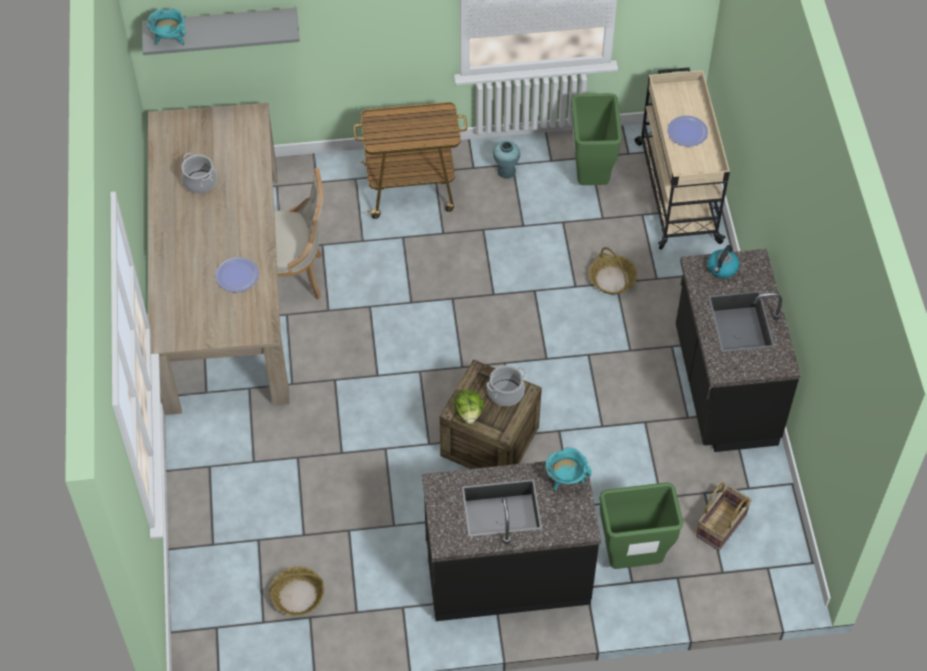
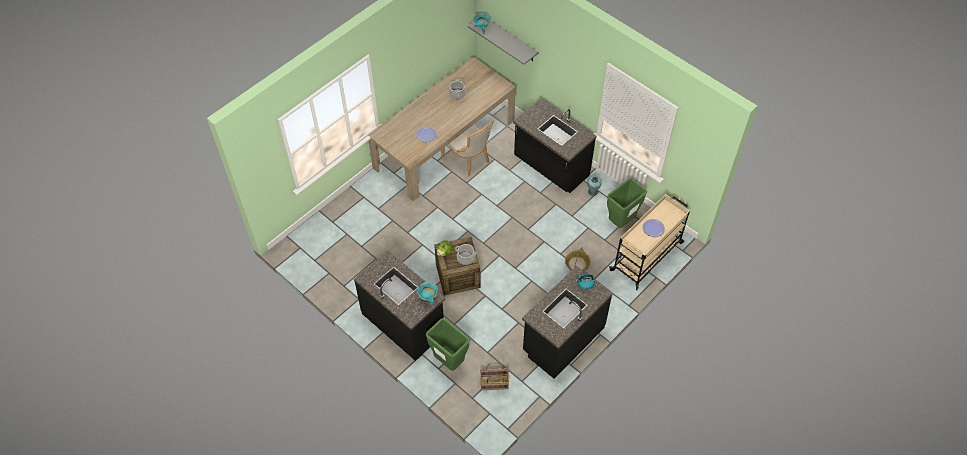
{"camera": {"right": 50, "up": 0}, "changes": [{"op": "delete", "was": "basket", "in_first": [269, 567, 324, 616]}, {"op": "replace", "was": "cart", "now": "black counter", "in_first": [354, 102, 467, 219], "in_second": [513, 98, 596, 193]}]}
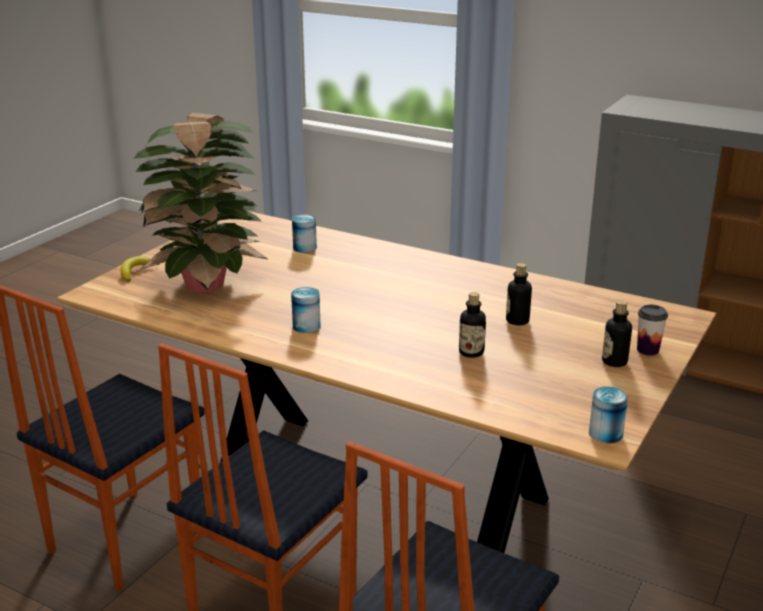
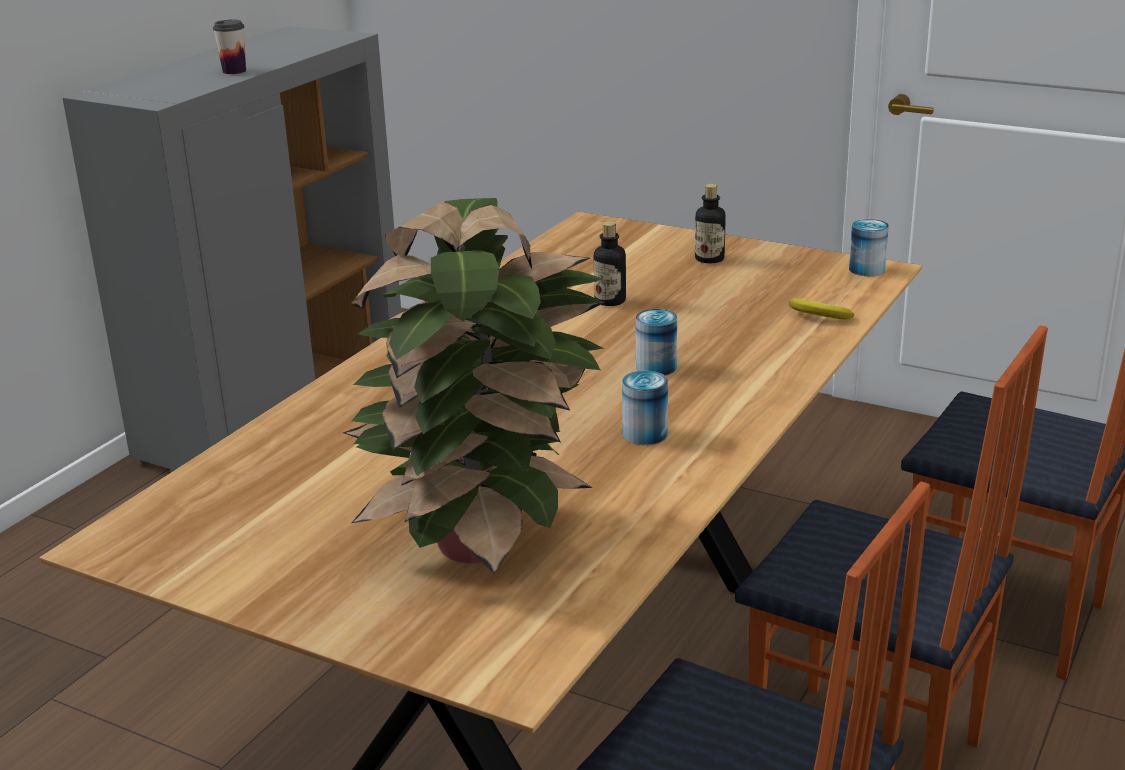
{"camera": {"right": -90, "up": 0}, "changes": [{"op": "move", "was": "banana", "in_first": [120, 256, 160, 282], "in_second": [789, 298, 854, 319]}, {"op": "move", "was": "can", "in_first": [292, 215, 317, 253], "in_second": [636, 309, 677, 375]}, {"op": "delete", "was": "bottle", "in_first": [459, 292, 486, 358]}, {"op": "move", "was": "cup", "in_first": [637, 304, 668, 356], "in_second": [213, 19, 246, 74]}]}
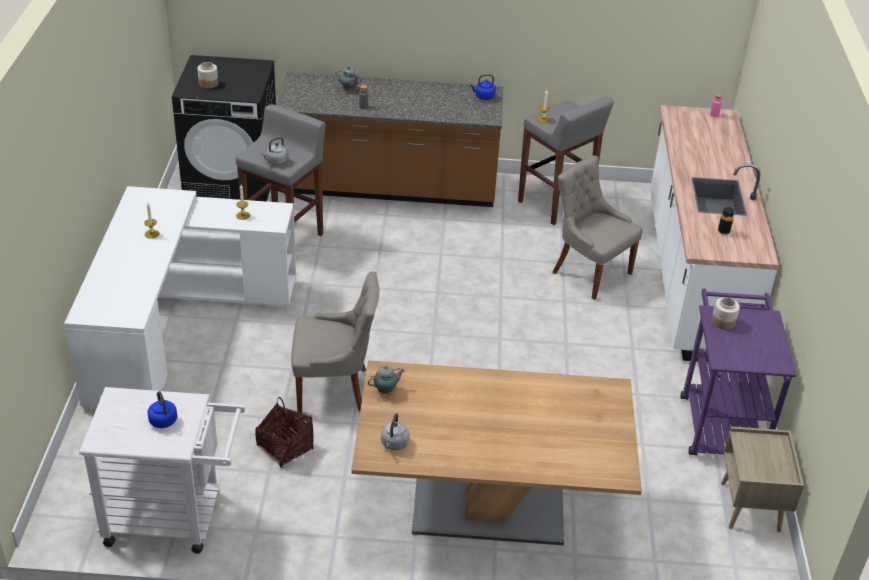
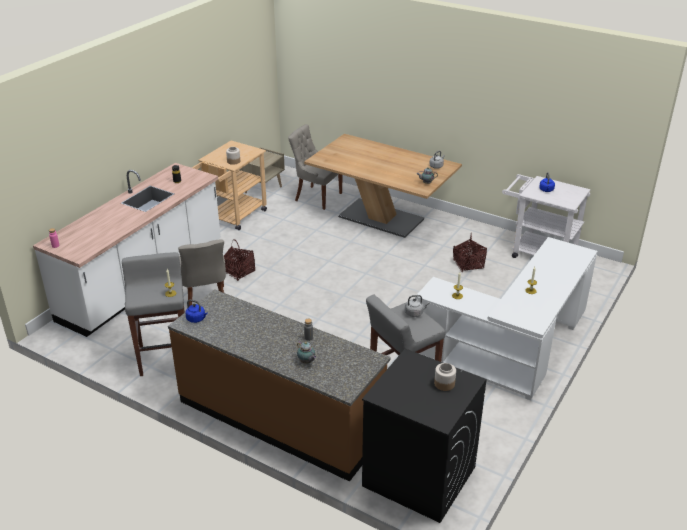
{"camera": {"right": -150, "up": -5}, "changes": [{"op": "move", "was": "grey chair", "in_first": [291, 272, 379, 413], "in_second": [288, 124, 343, 210]}, {"op": "recolor", "was": "purple cart", "now": "beige cart", "in_first": [680, 288, 796, 456], "in_second": [192, 140, 267, 230]}, {"op": "insert", "now": "basket", "in_second": [224, 239, 255, 281]}]}
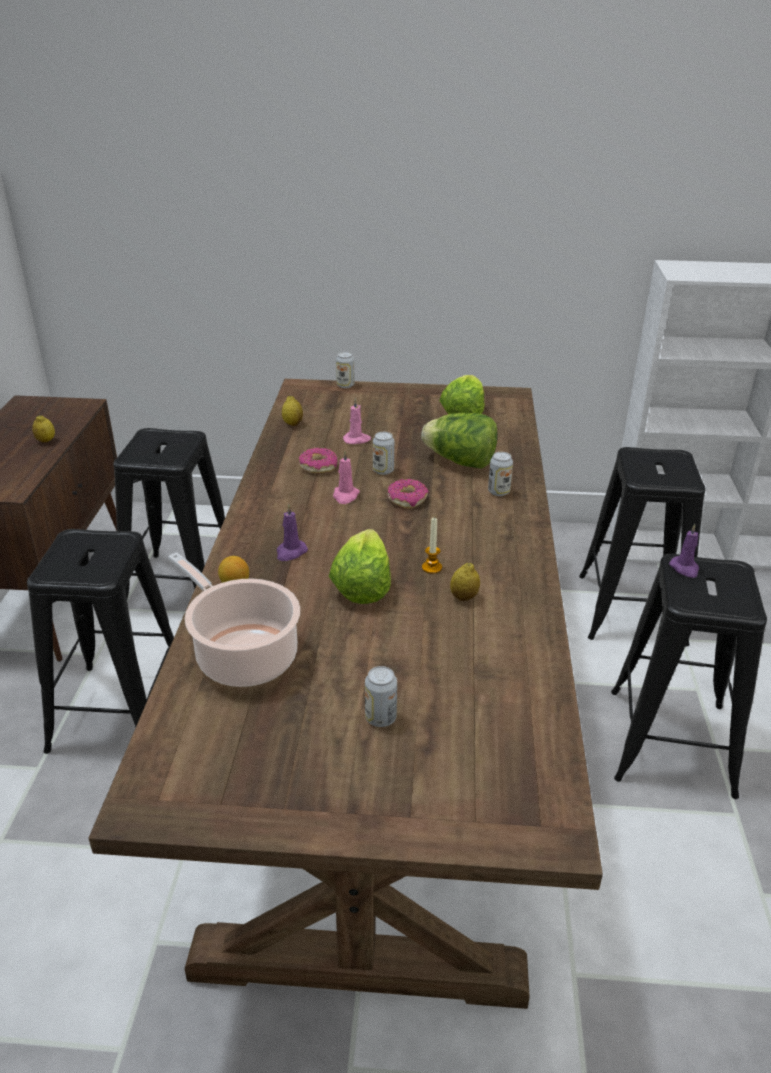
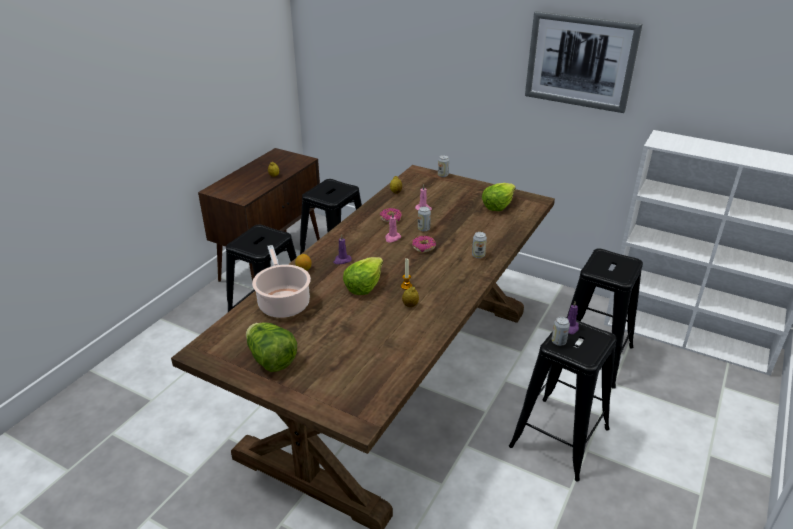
{"camera": {"right": 25, "up": 0}, "changes": [{"op": "move", "was": "can", "in_first": [365, 666, 397, 727], "in_second": [552, 317, 570, 346]}, {"op": "move", "was": "lettuce", "in_first": [421, 413, 498, 469], "in_second": [246, 322, 297, 372]}, {"op": "insert", "now": "picture", "in_second": [525, 11, 642, 113]}]}
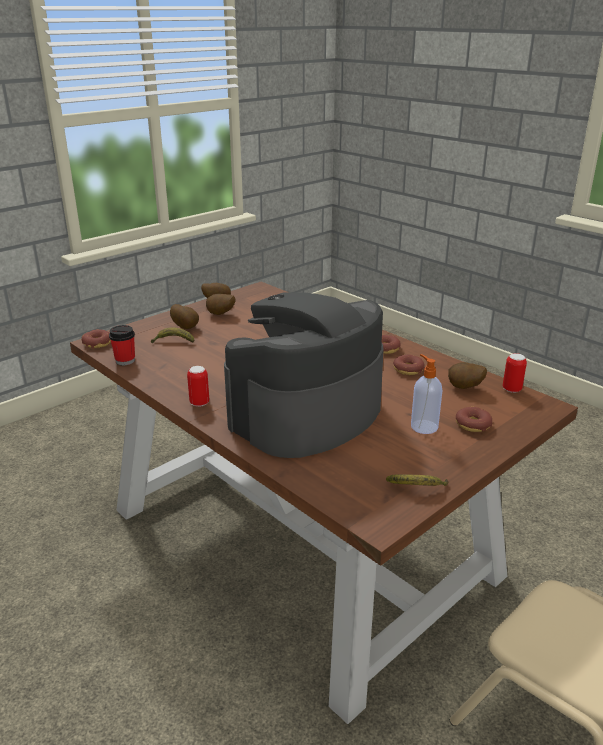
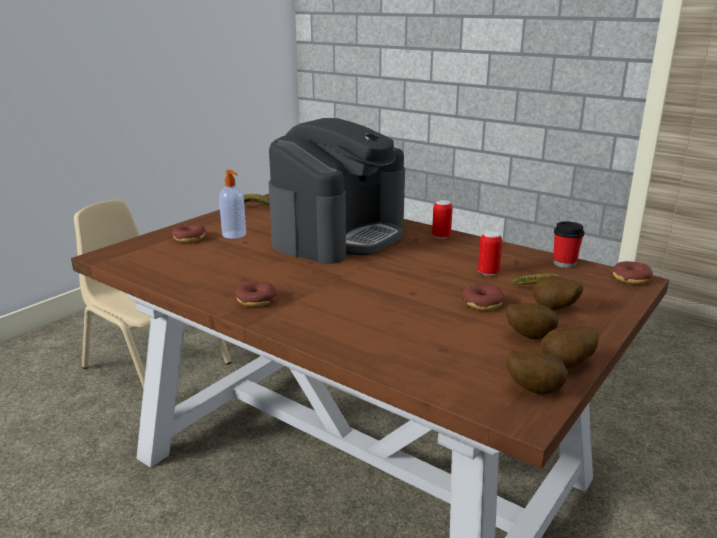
{"camera": {"right": 170, "up": -5}, "changes": [{"op": "move", "was": "donut", "in_first": [393, 354, 425, 375], "in_second": [462, 284, 505, 311]}, {"op": "move", "was": "potato", "in_first": [448, 362, 487, 389], "in_second": [506, 350, 568, 394]}, {"op": "move", "was": "can", "in_first": [503, 353, 527, 393], "in_second": [478, 231, 502, 276]}]}
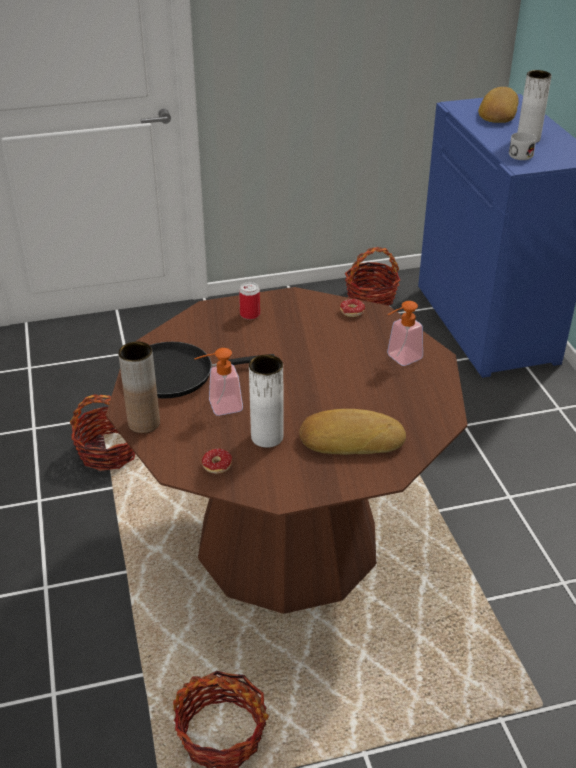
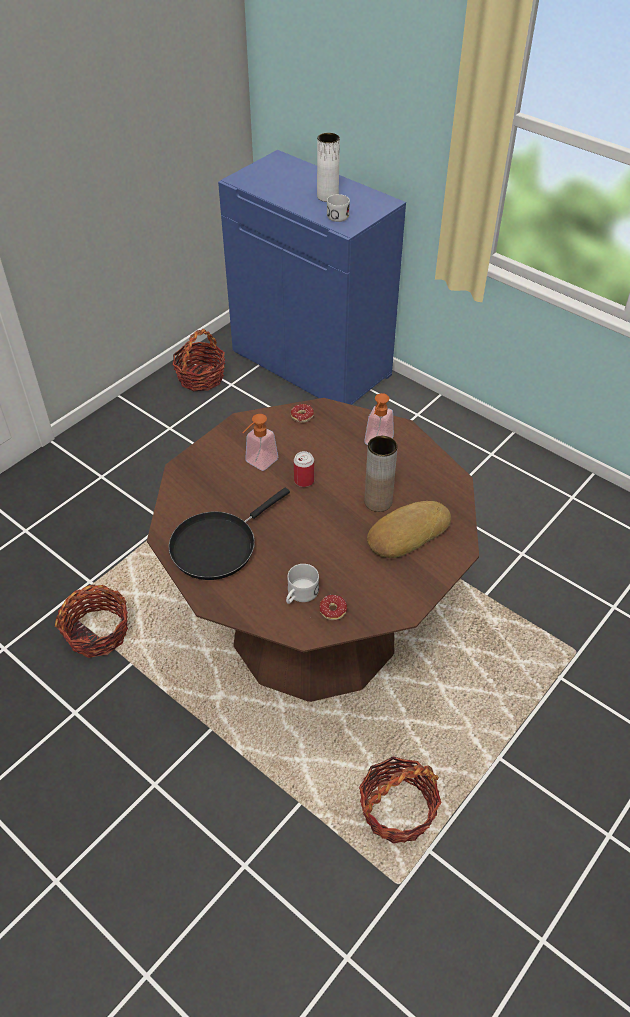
{"camera": {"right": -35, "up": 10}, "changes": [{"op": "move", "was": "brown vase", "in_first": [118, 342, 160, 433], "in_second": [364, 436, 398, 512]}, {"op": "move", "was": "soap dispenser", "in_first": [194, 348, 243, 416], "in_second": [242, 414, 278, 471]}, {"op": "move", "was": "can", "in_first": [239, 282, 260, 320], "in_second": [294, 451, 314, 487]}, {"op": "delete", "was": "white vase", "in_first": [249, 355, 284, 448]}, {"op": "delete", "was": "bread", "in_first": [478, 87, 519, 123]}, {"op": "insert", "now": "white mug", "in_second": [286, 564, 319, 604]}]}
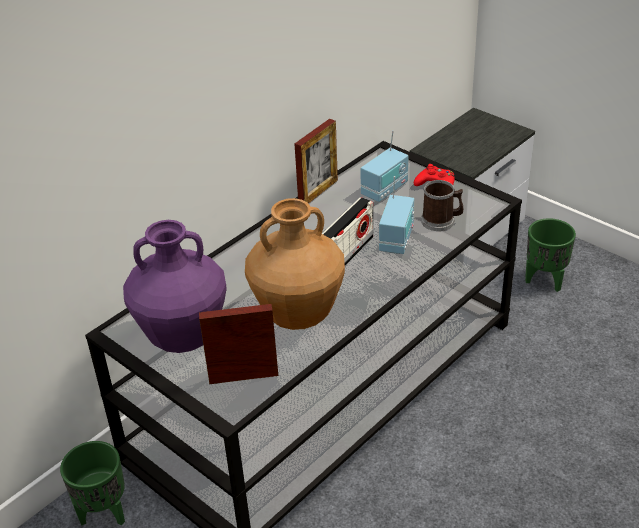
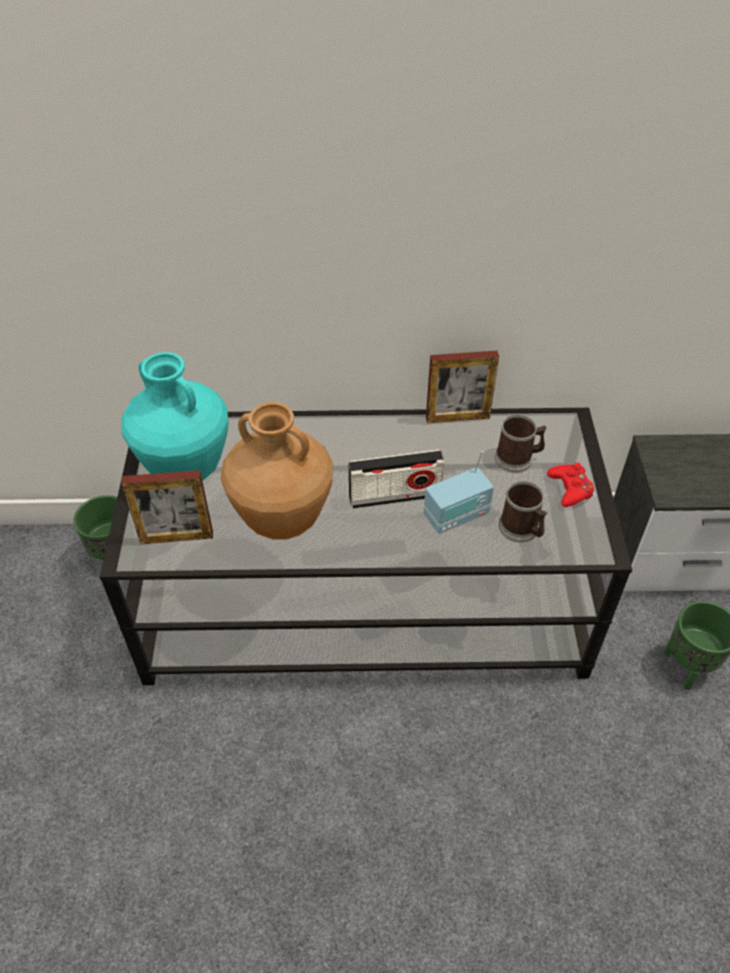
{"camera": {"right": 45, "up": 10}, "changes": [{"op": "recolor", "was": "purple vase", "now": "turquoise vase", "in_first": [123, 220, 227, 353], "in_second": [121, 352, 229, 481]}, {"op": "rotate", "was": "picture frame", "in_first": [199, 304, 278, 384], "in_second": [121, 470, 213, 544], "clockwise": 135}, {"op": "replace", "was": "radio", "now": "mug", "in_first": [361, 130, 409, 202], "in_second": [495, 414, 547, 473]}]}
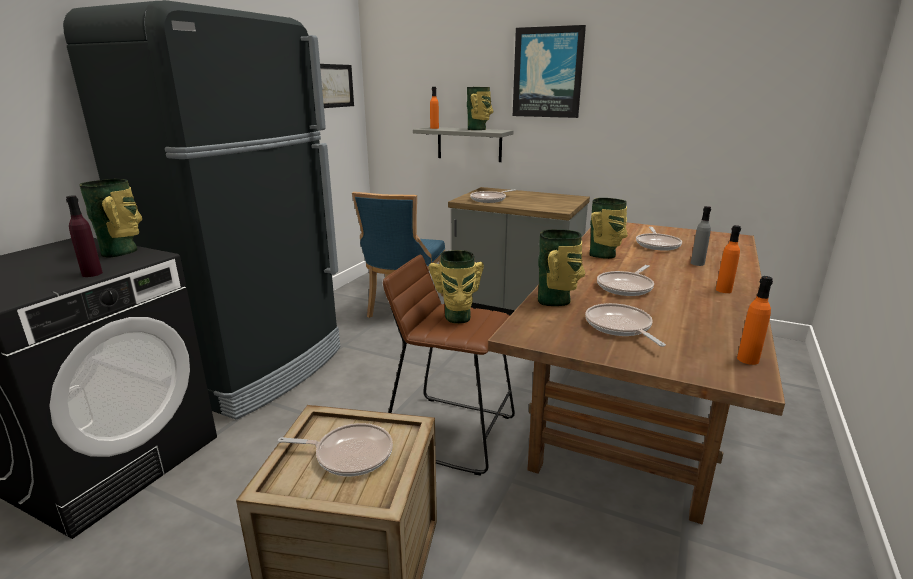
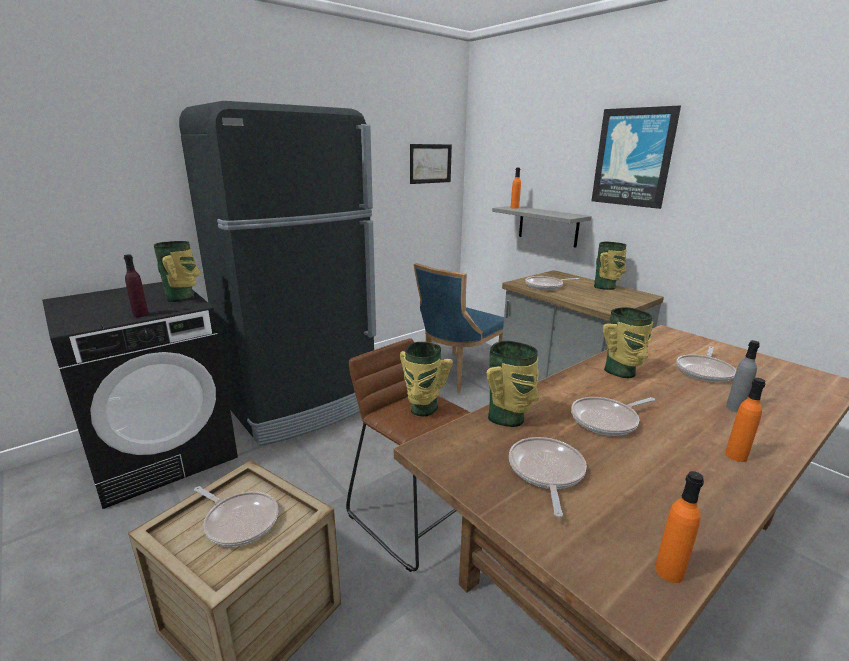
{"camera": {"right": 25, "up": 0}, "changes": [{"op": "move", "was": "vase", "in_first": [467, 87, 493, 130], "in_second": [594, 242, 627, 290]}]}
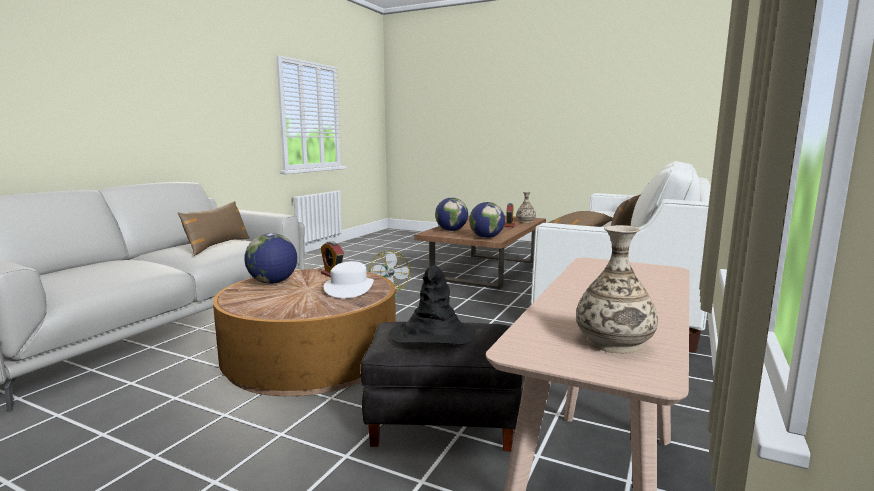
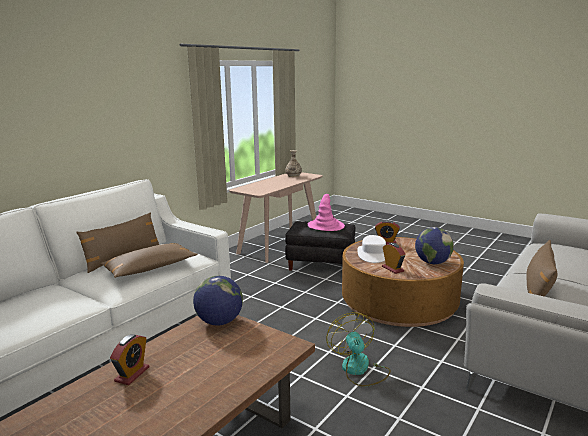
{"camera": {"right": -170, "up": 5}, "changes": [{"op": "recolor", "was": "black hat", "now": "pink hat", "in_first": [389, 266, 476, 345], "in_second": [308, 194, 345, 231]}, {"op": "delete", "was": "globe", "in_first": [435, 198, 468, 231]}, {"op": "delete", "was": "vase", "in_first": [516, 191, 536, 223]}, {"op": "insert", "now": "alarm clock", "in_second": [375, 220, 400, 245]}]}
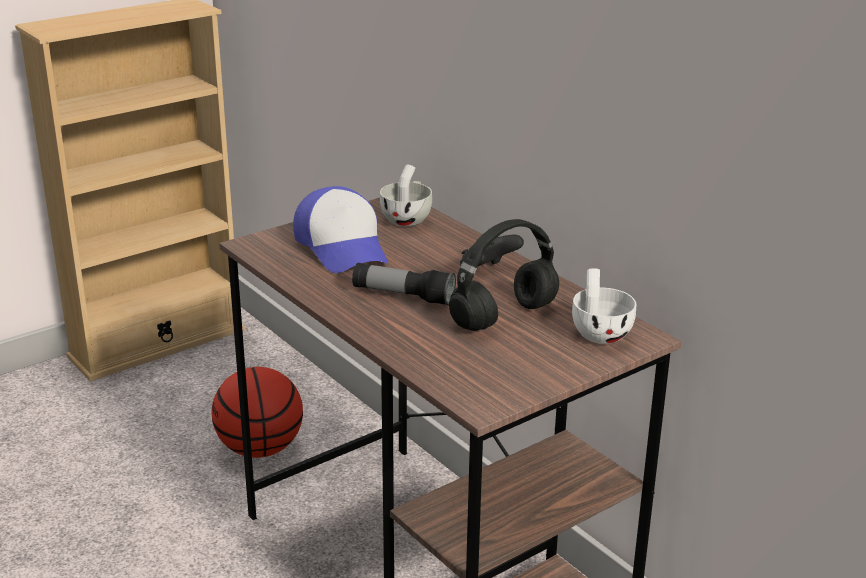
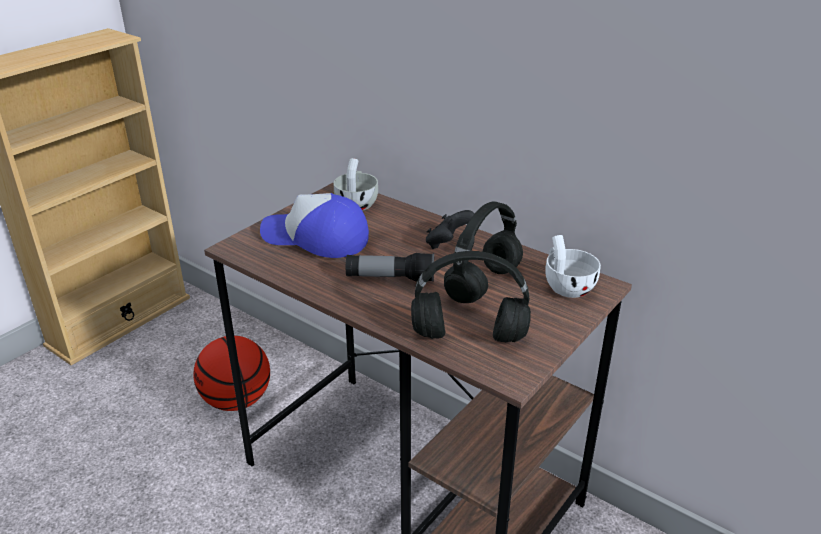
{"camera": {"right": -15, "up": 5}, "changes": [{"op": "rotate", "was": "cap", "in_first": [293, 186, 388, 273], "in_second": [260, 193, 369, 258], "clockwise": 150}, {"op": "insert", "now": "black headphones", "in_second": [411, 251, 531, 342]}]}
